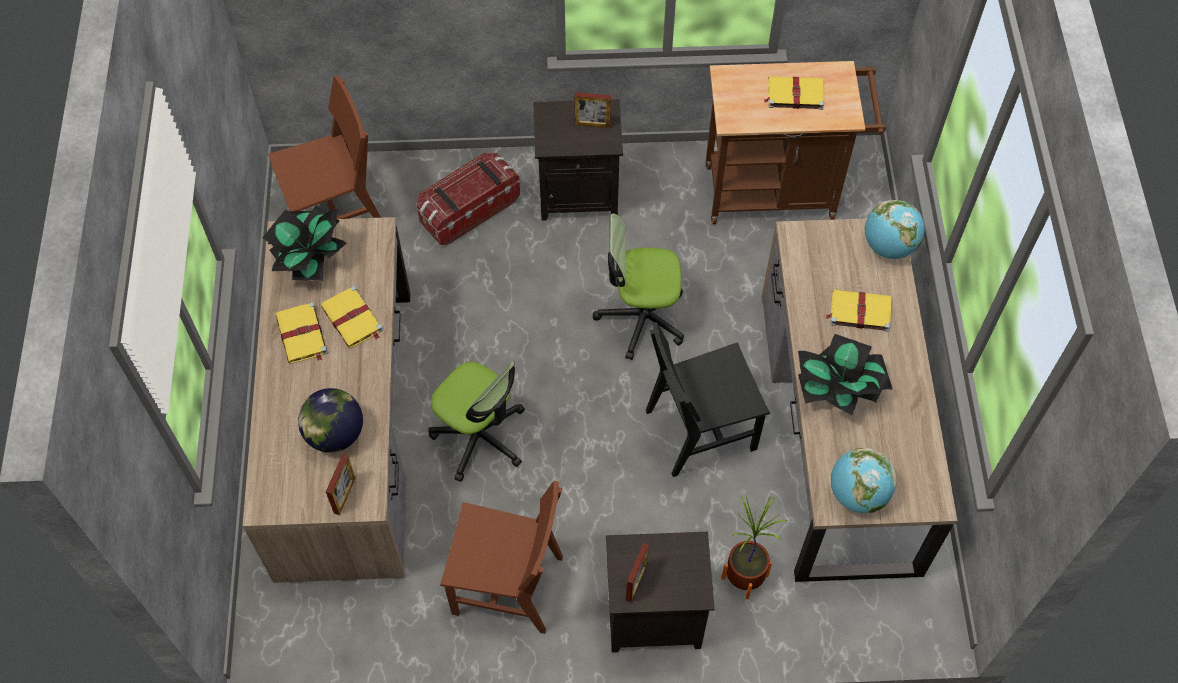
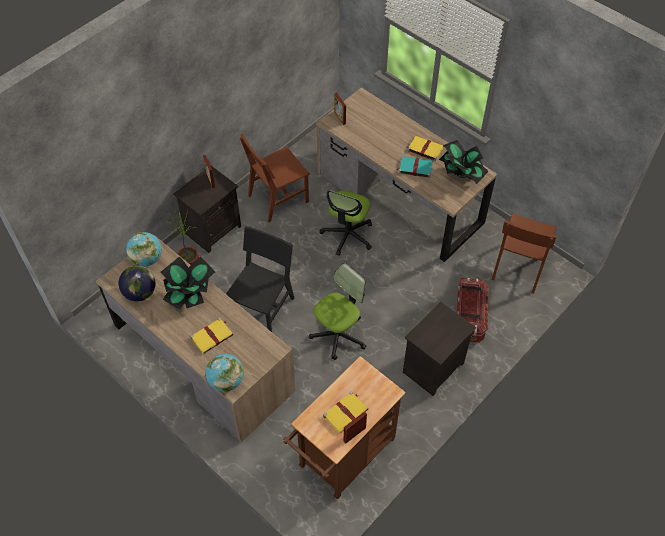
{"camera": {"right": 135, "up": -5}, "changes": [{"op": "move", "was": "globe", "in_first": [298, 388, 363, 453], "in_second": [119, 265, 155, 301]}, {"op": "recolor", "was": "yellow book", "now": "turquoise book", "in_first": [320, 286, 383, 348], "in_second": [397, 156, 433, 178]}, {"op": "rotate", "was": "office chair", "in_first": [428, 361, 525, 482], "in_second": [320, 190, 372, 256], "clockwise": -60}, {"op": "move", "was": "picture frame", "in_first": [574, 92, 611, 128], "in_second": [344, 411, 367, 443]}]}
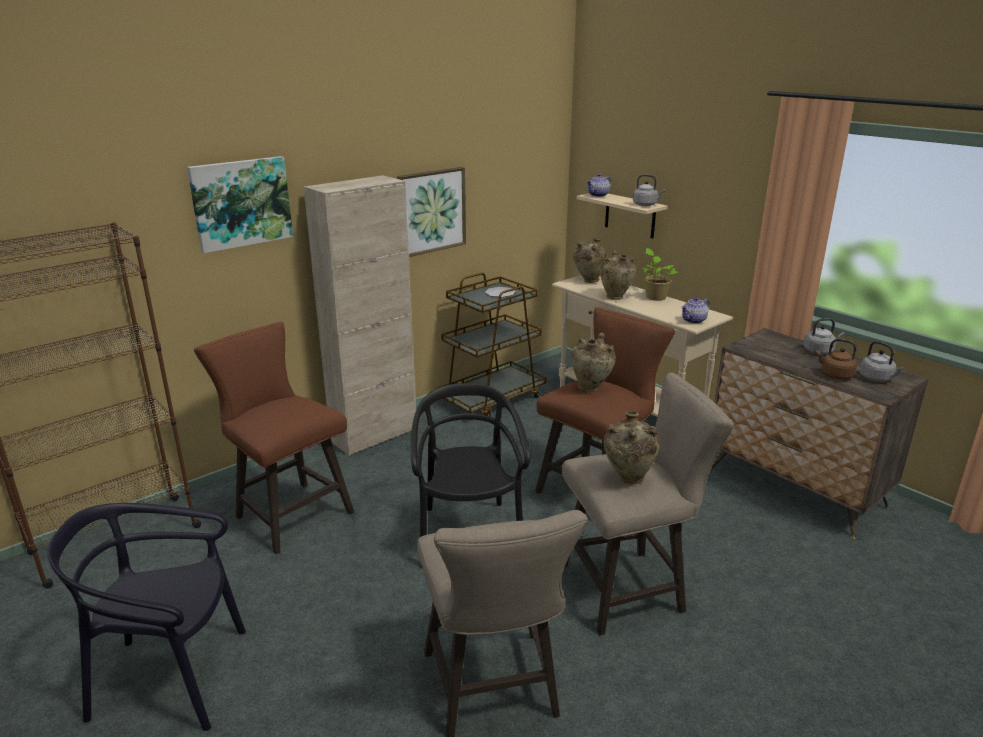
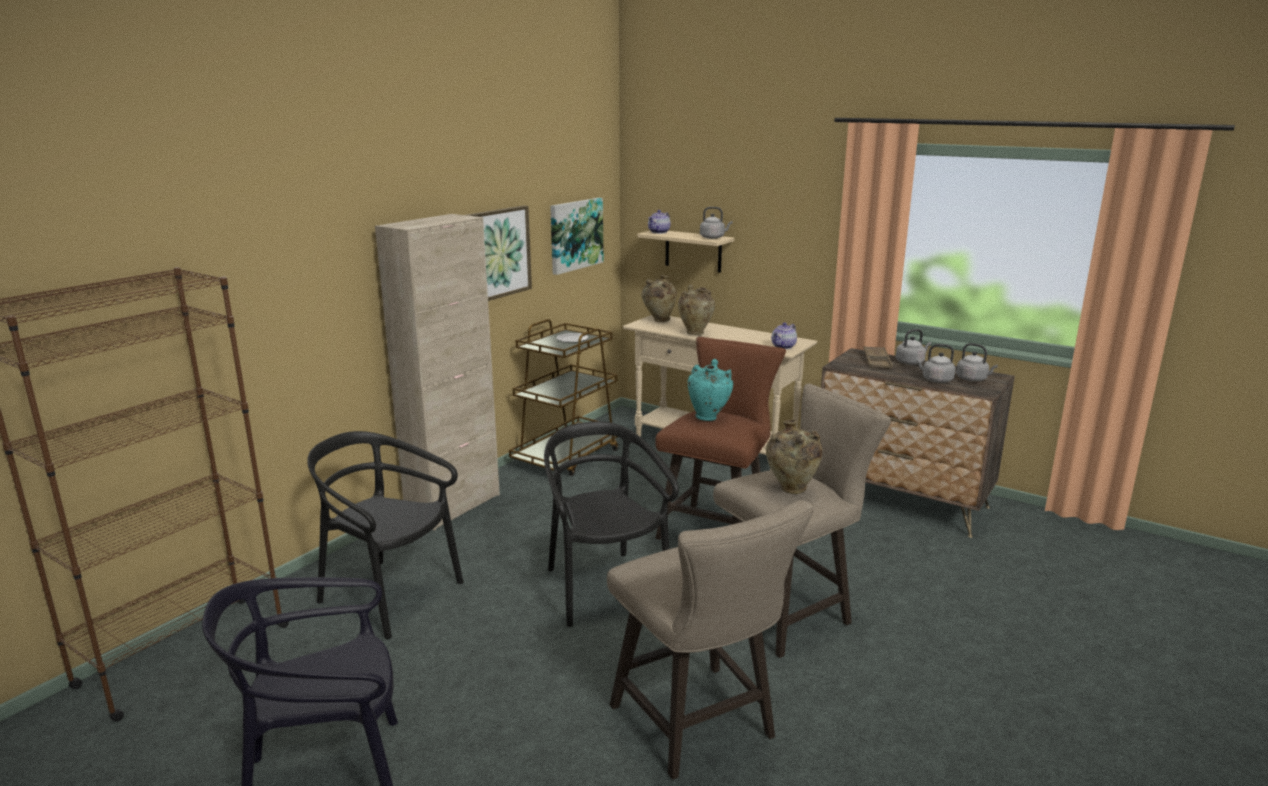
{"camera": {"right": -15, "up": -5}, "changes": [{"op": "move", "was": "picture", "in_first": [187, 156, 293, 253], "in_second": [550, 198, 604, 275]}, {"op": "replace", "was": "brown stool", "now": "black chair", "in_first": [194, 322, 354, 555], "in_second": [307, 431, 464, 639]}, {"op": "recolor", "was": "beige vase", "now": "turquoise vase", "in_first": [572, 333, 616, 392], "in_second": [688, 359, 733, 421]}, {"op": "delete", "was": "potted plant", "in_first": [643, 248, 678, 301]}, {"op": "recolor", "was": "brown kettle", "now": "grey kettle", "in_first": [816, 339, 857, 380], "in_second": [915, 344, 956, 383]}, {"op": "insert", "now": "brown tray", "in_second": [863, 346, 893, 369]}]}
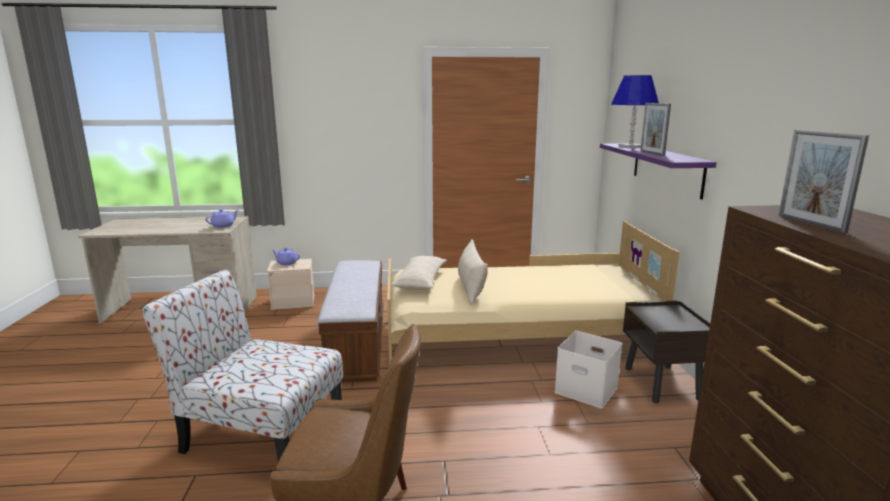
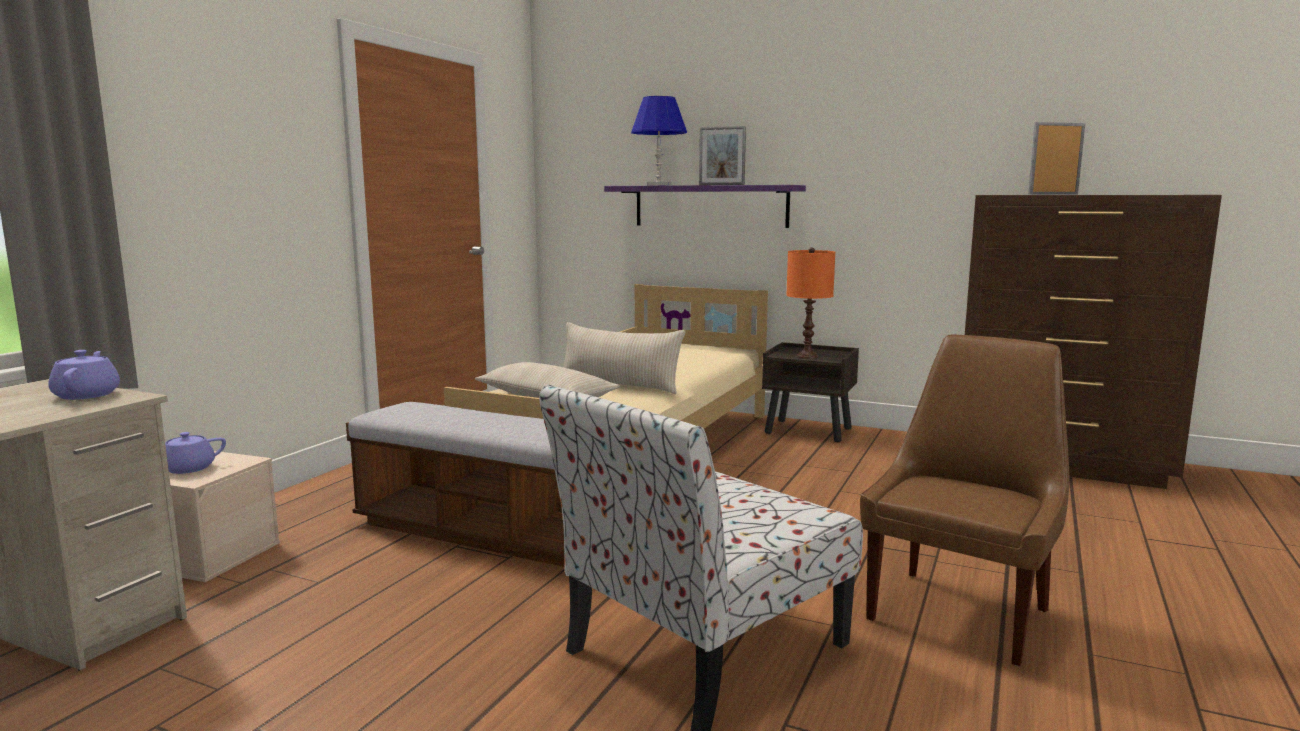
{"camera": {"right": -60, "up": -5}, "changes": [{"op": "delete", "was": "white storage box", "in_first": [554, 331, 623, 408]}, {"op": "rotate", "was": "picture frame", "in_first": [778, 130, 869, 233], "in_second": [1028, 122, 1085, 195], "clockwise": 150}, {"op": "insert", "now": "orange table lamp", "in_second": [786, 247, 835, 359]}]}
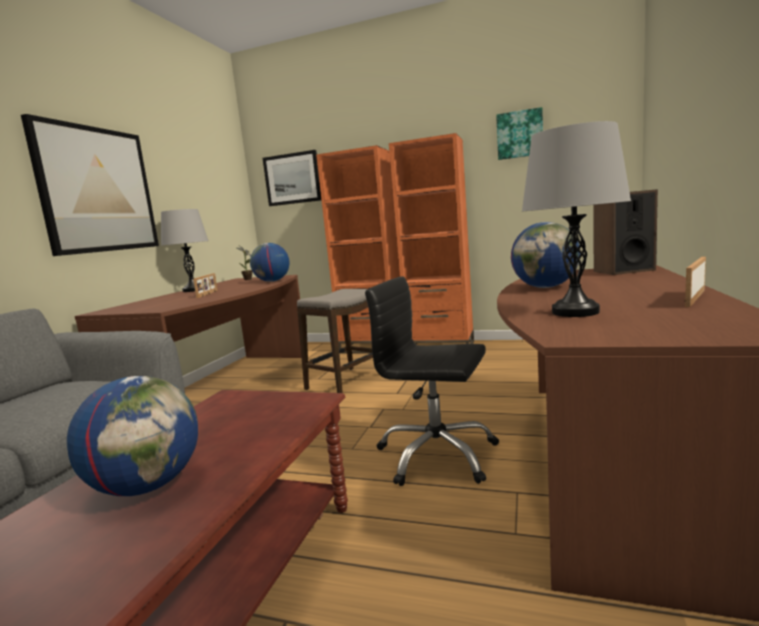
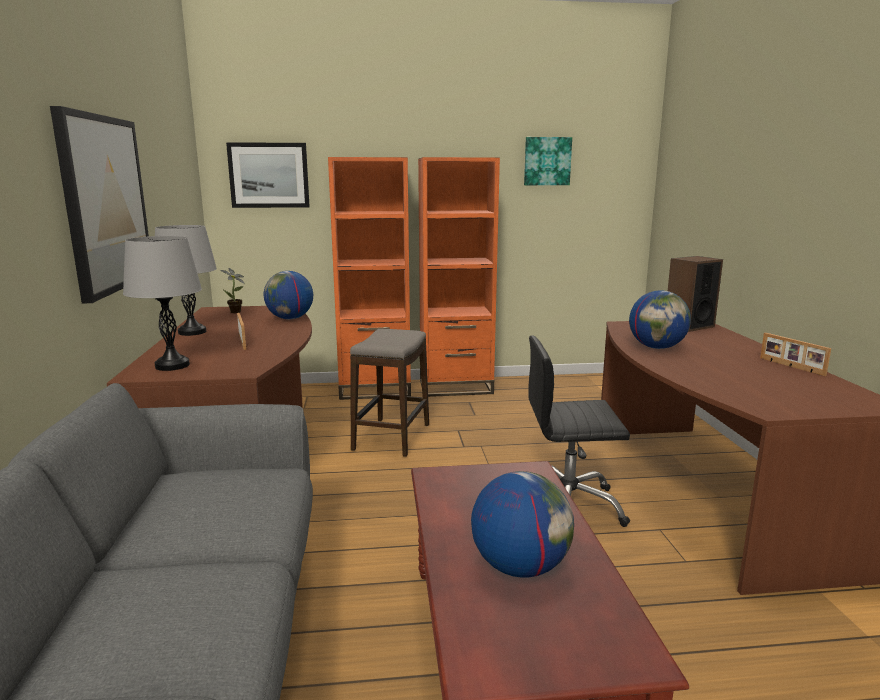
{"camera": {"right": -25, "up": 5}, "changes": [{"op": "move", "was": "grey table lamp", "in_first": [522, 121, 631, 317], "in_second": [123, 236, 202, 371]}, {"op": "rotate", "was": "picture frame", "in_first": [685, 257, 706, 307], "in_second": [760, 333, 831, 376], "clockwise": -45}]}
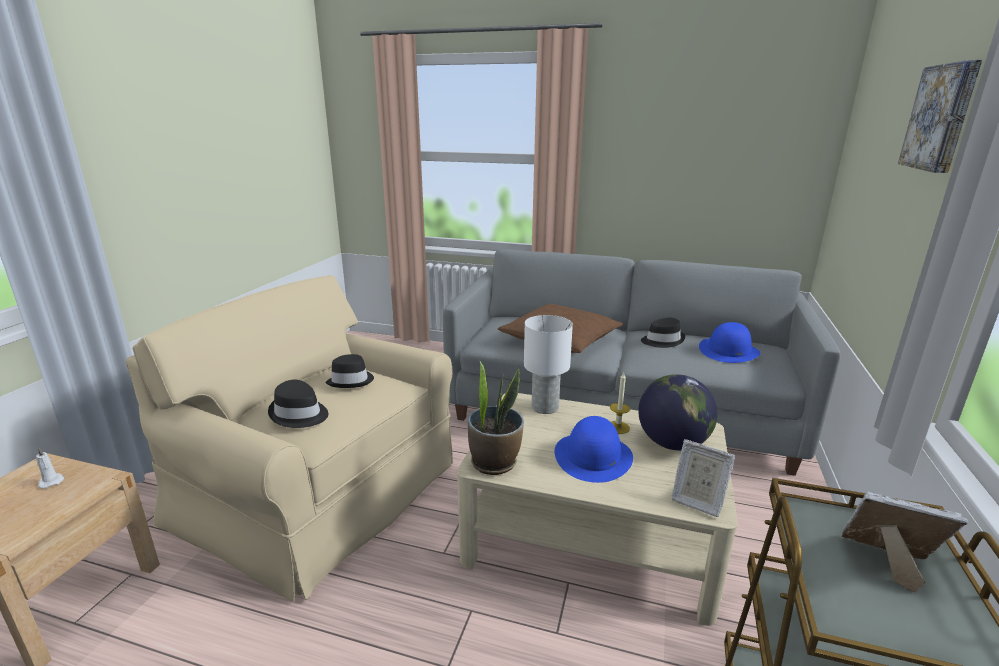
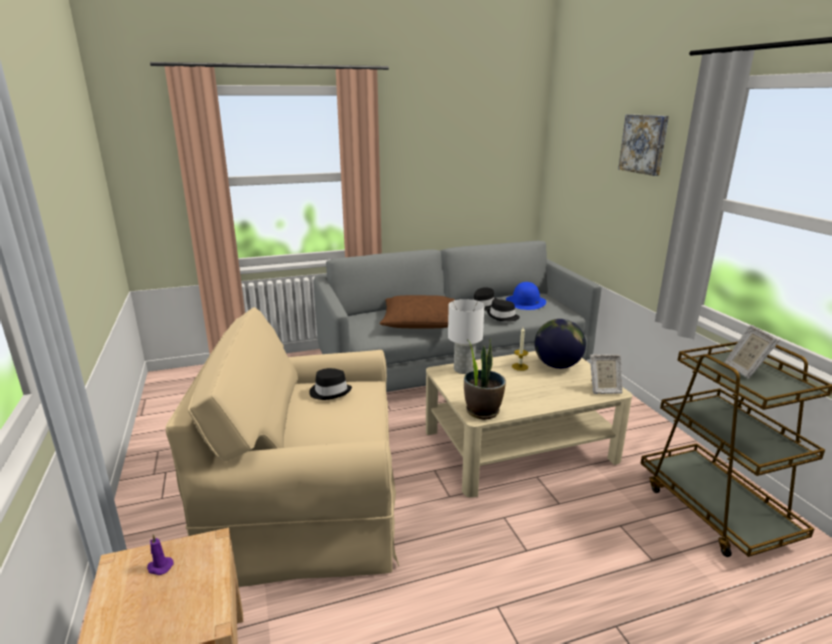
{"camera": {"right": -35, "up": 0}, "changes": [{"op": "recolor", "was": "white candle", "now": "purple candle", "in_first": [36, 448, 64, 488], "in_second": [147, 534, 174, 575]}, {"op": "move", "was": "black hat", "in_first": [268, 380, 328, 428], "in_second": [487, 299, 520, 321]}, {"op": "delete", "was": "blue hat", "in_first": [554, 416, 633, 483]}, {"op": "rotate", "was": "picture frame", "in_first": [840, 491, 968, 592], "in_second": [724, 325, 779, 379], "clockwise": -90}]}
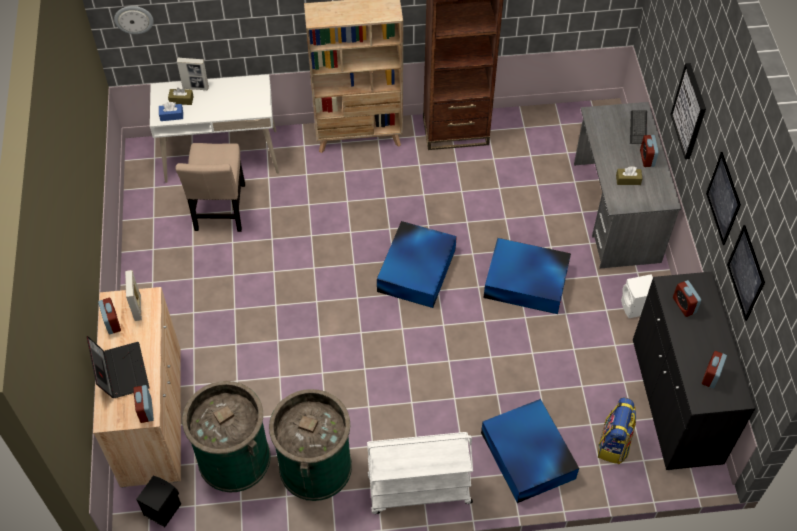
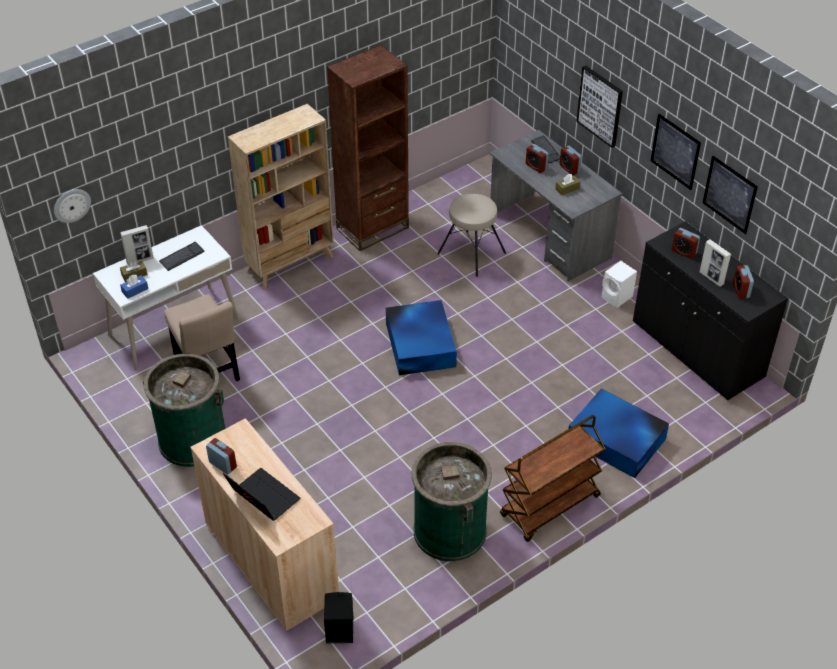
{"camera": {"right": -30, "up": -10}, "changes": [{"op": "move", "was": "picture frame", "in_first": [125, 270, 142, 321], "in_second": [700, 239, 731, 287]}, {"op": "move", "was": "alarm clock", "in_first": [133, 385, 154, 423], "in_second": [526, 144, 549, 173]}, {"op": "move", "was": "green trash can", "in_first": [182, 381, 271, 493], "in_second": [143, 354, 226, 467]}, {"op": "recolor", "was": "white cart", "now": "brown cart", "in_first": [367, 432, 473, 514], "in_second": [500, 415, 606, 542]}, {"op": "delete", "was": "blue storage box", "in_first": [484, 238, 571, 314]}, {"op": "delete", "was": "backpack", "in_first": [598, 397, 636, 464]}, {"op": "insert", "now": "keyboard", "in_second": [159, 242, 205, 271]}, {"op": "insert", "now": "beige stool", "in_second": [437, 194, 506, 277]}]}
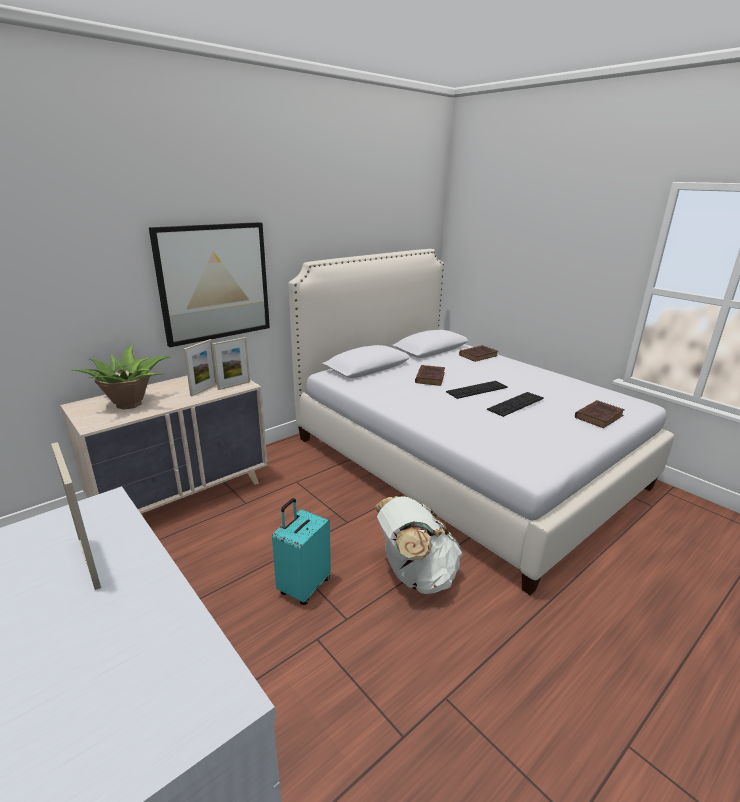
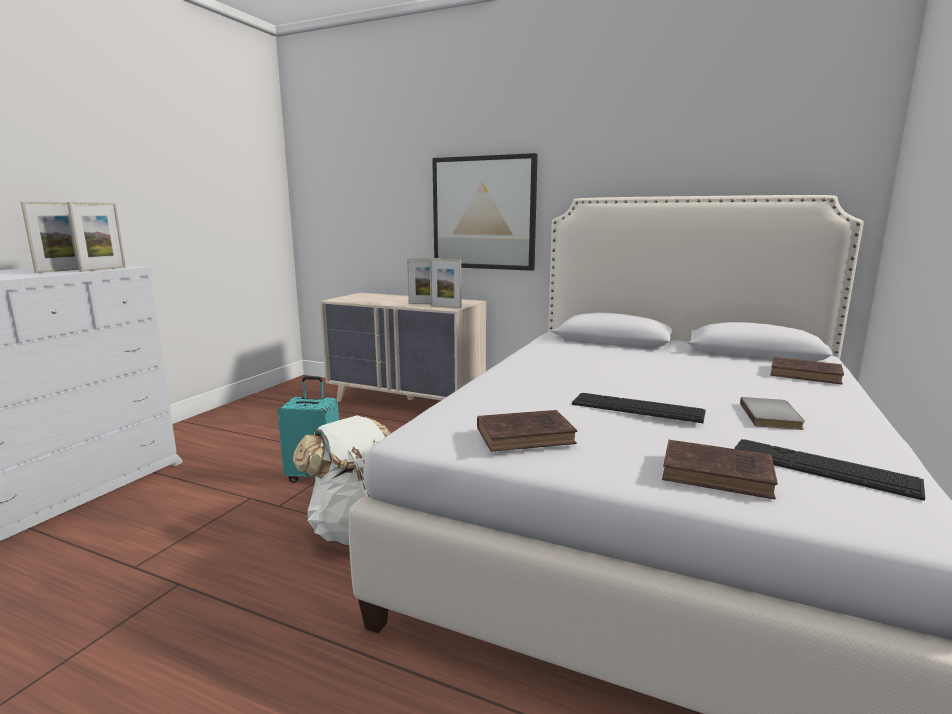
{"camera": {"right": 65, "up": -10}, "changes": [{"op": "delete", "was": "potted plant", "in_first": [73, 344, 171, 410]}, {"op": "move", "was": "brown book", "in_first": [415, 365, 445, 386], "in_second": [477, 410, 577, 452]}, {"op": "move", "was": "keyboard", "in_first": [446, 381, 508, 399], "in_second": [734, 439, 925, 501]}, {"op": "insert", "now": "picture frame", "in_second": [67, 202, 126, 272]}, {"op": "insert", "now": "grey book", "in_second": [740, 397, 805, 430]}]}
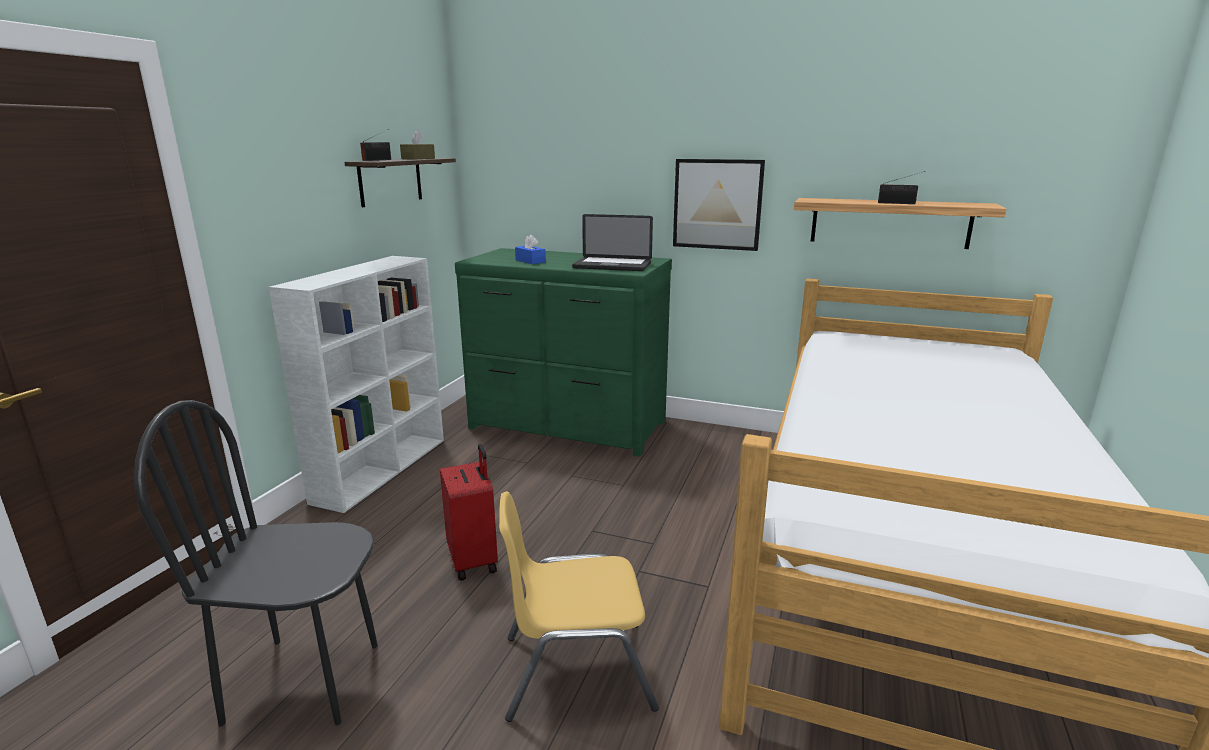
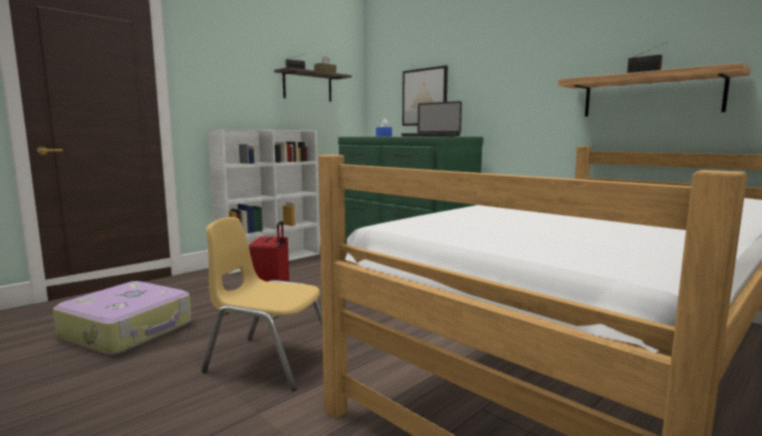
{"camera": {"right": 25, "up": -10}, "changes": [{"op": "replace", "was": "black chair", "now": "suitcase", "in_first": [134, 400, 378, 727], "in_second": [53, 281, 192, 355]}, {"op": "move", "was": "picture", "in_first": [673, 159, 765, 251], "in_second": [402, 65, 448, 126]}]}
